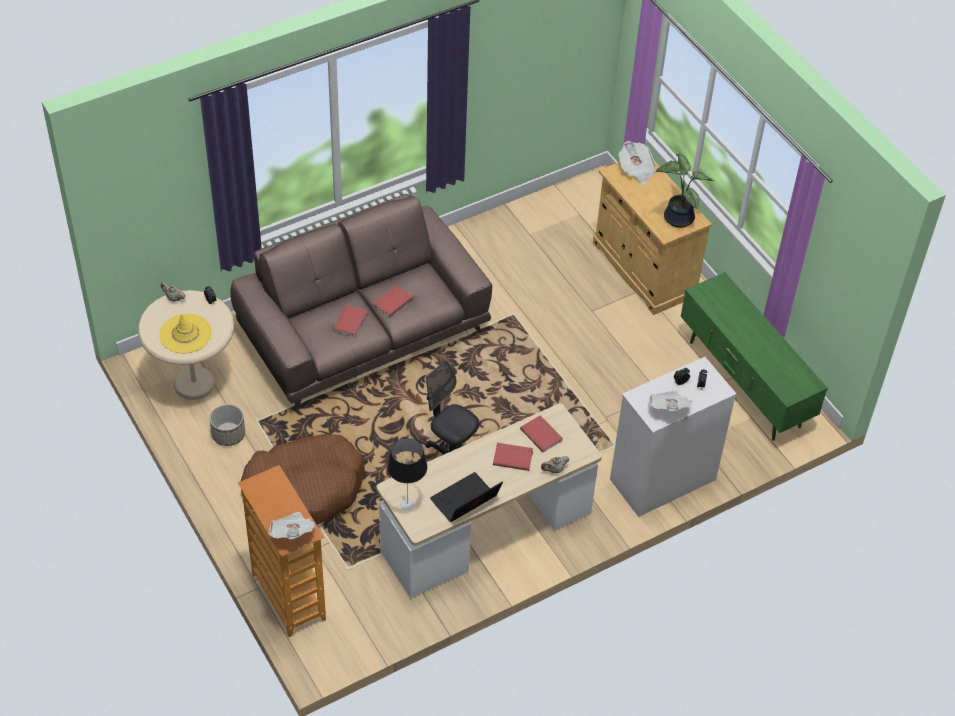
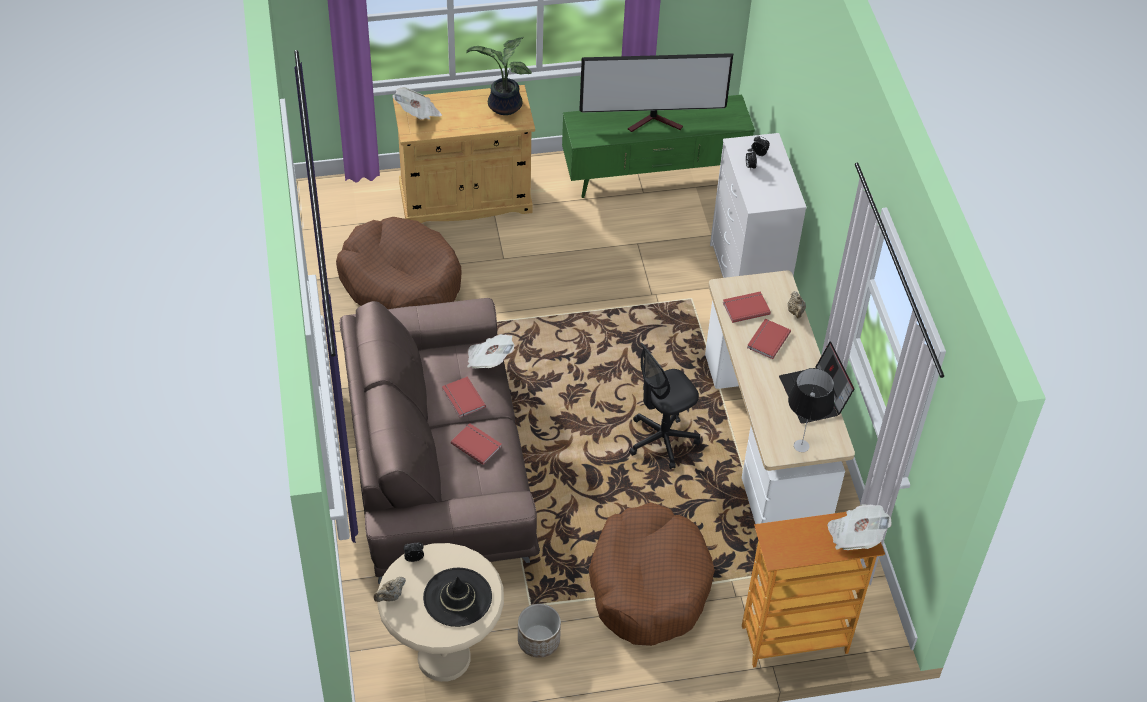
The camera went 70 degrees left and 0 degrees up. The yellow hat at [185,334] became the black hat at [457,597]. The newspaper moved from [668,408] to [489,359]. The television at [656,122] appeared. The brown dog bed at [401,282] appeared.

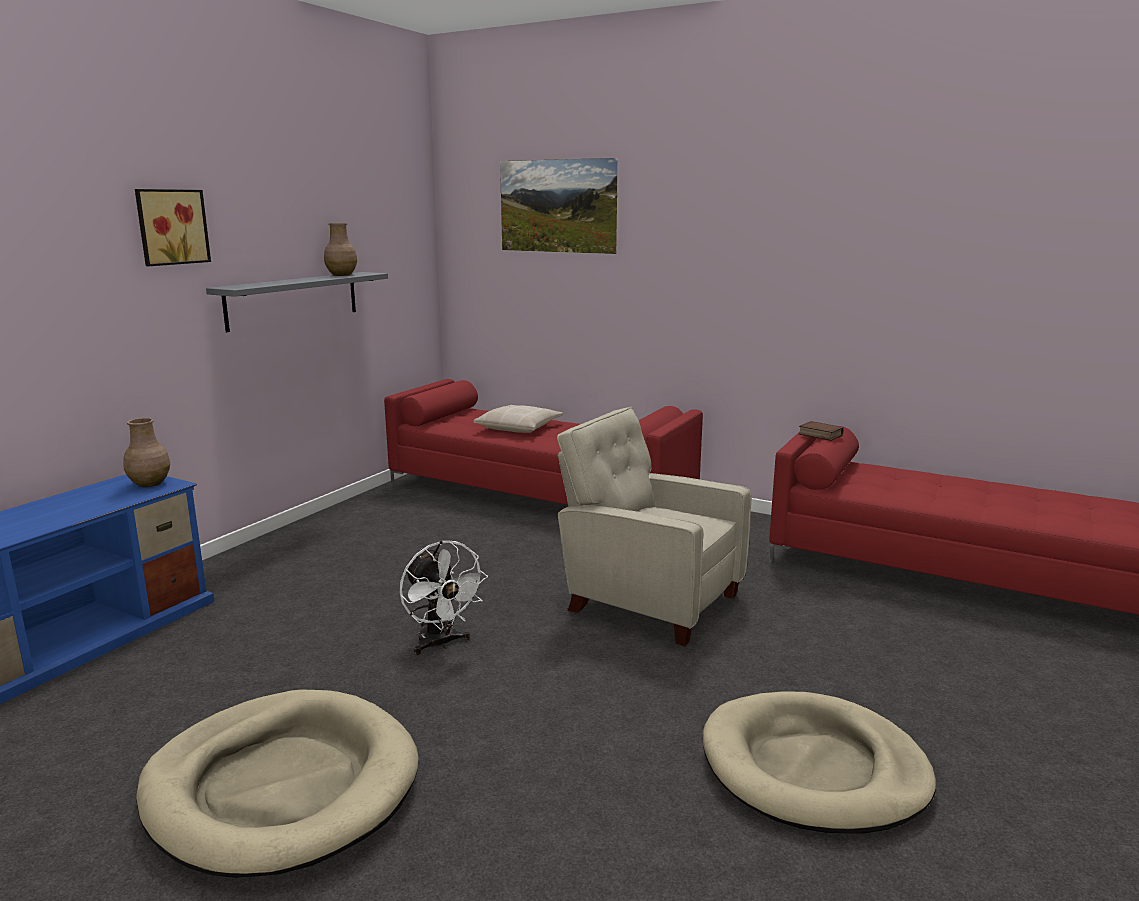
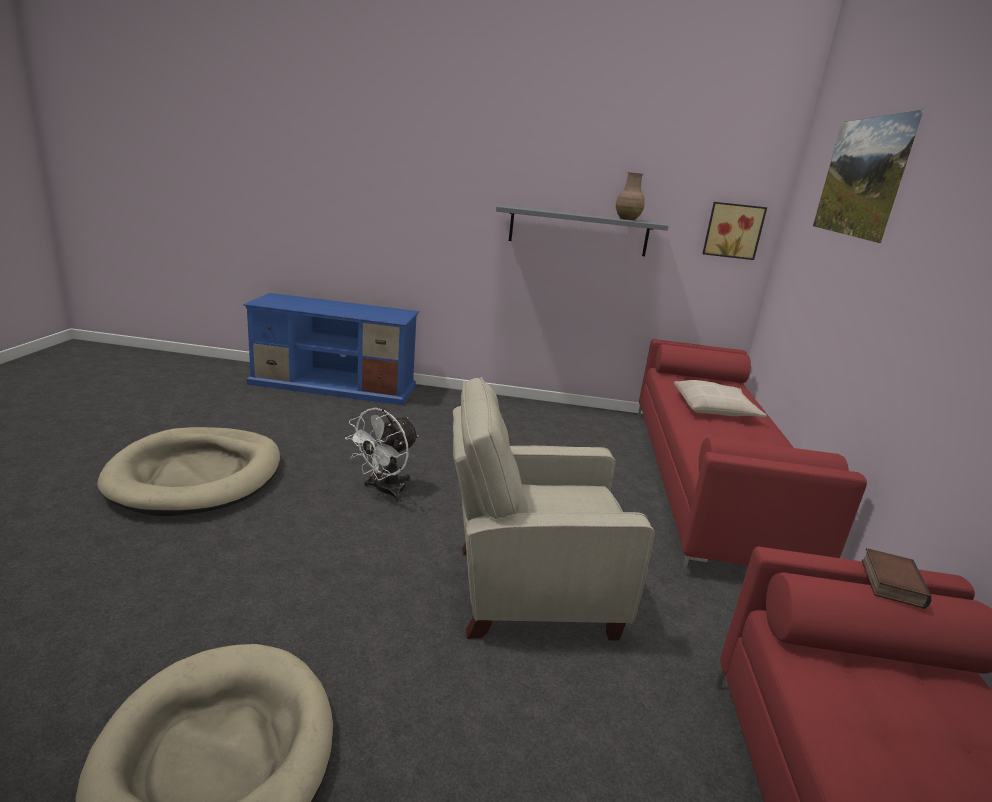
The camera went 65 degrees right and 5 degrees up. The picture moved from [171,227] to [733,230]. The beige armchair at [648,600] turned 105 degrees counterclockwise. The brown vase at [149,484] disappeared.

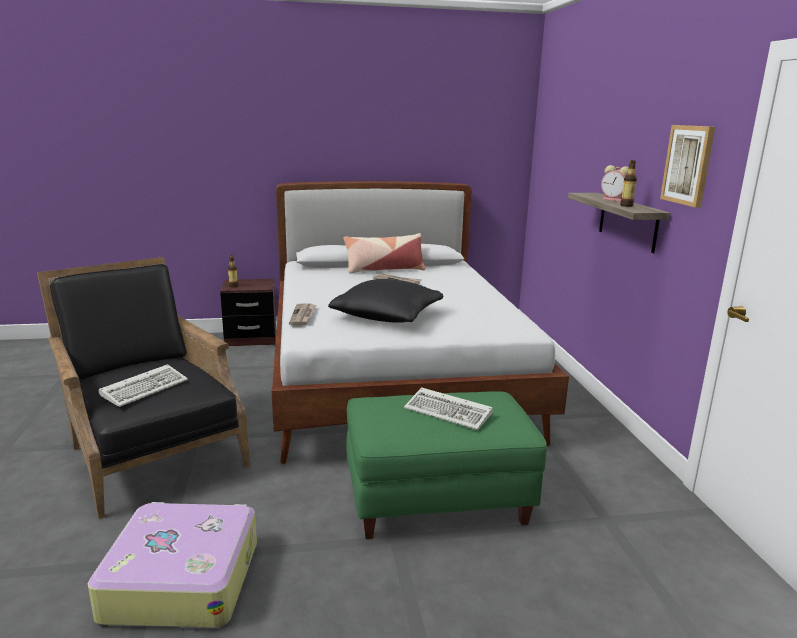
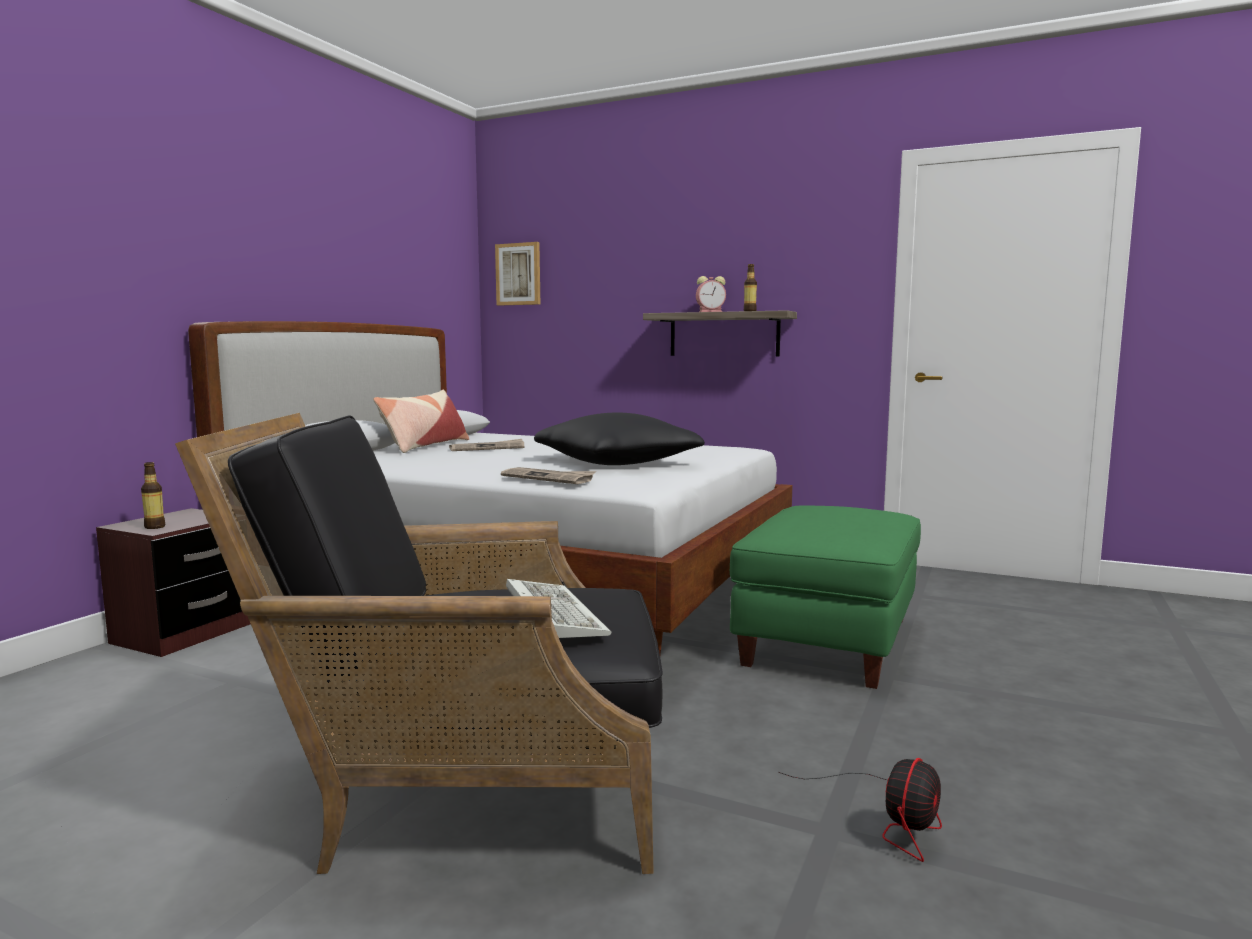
The camera went 55 degrees left and 10 degrees down. The picture moved from [688,165] to [518,274]. The keyboard at [450,412] disappeared. The suitcase at [182,579] was replaced by the fan at [891,818].

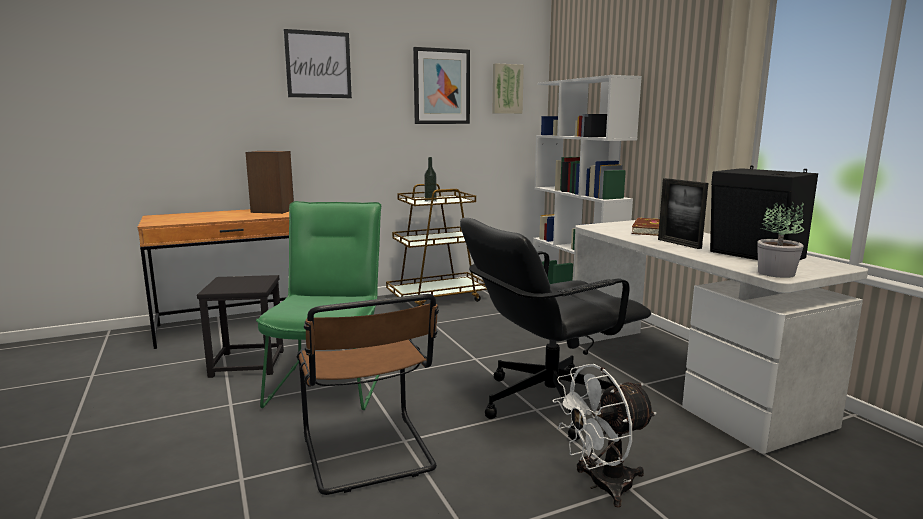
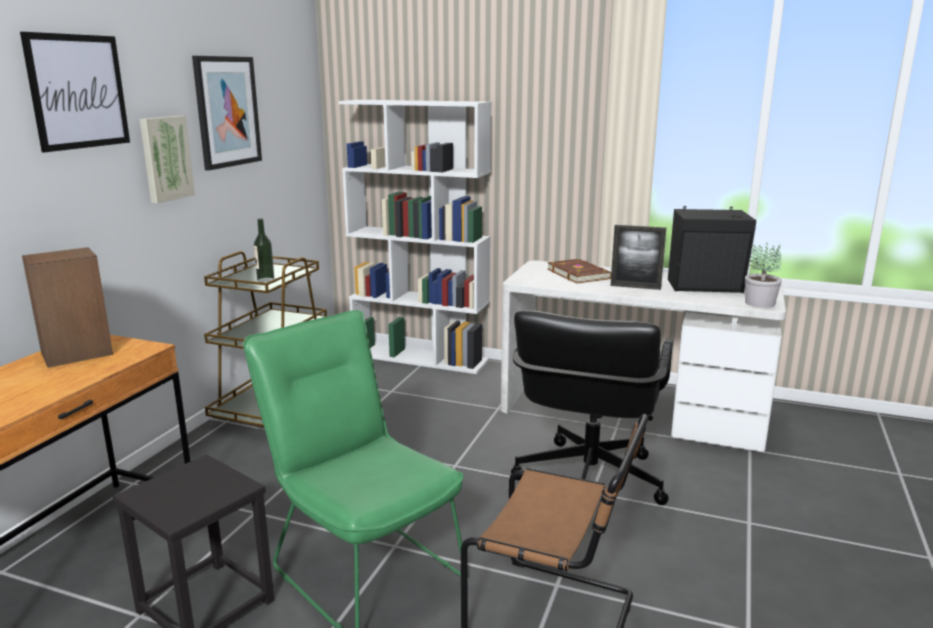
The camera went 45 degrees left and 5 degrees up. The picture moved from [506,89] to [165,158]. The white fan at [601,486] disappeared.

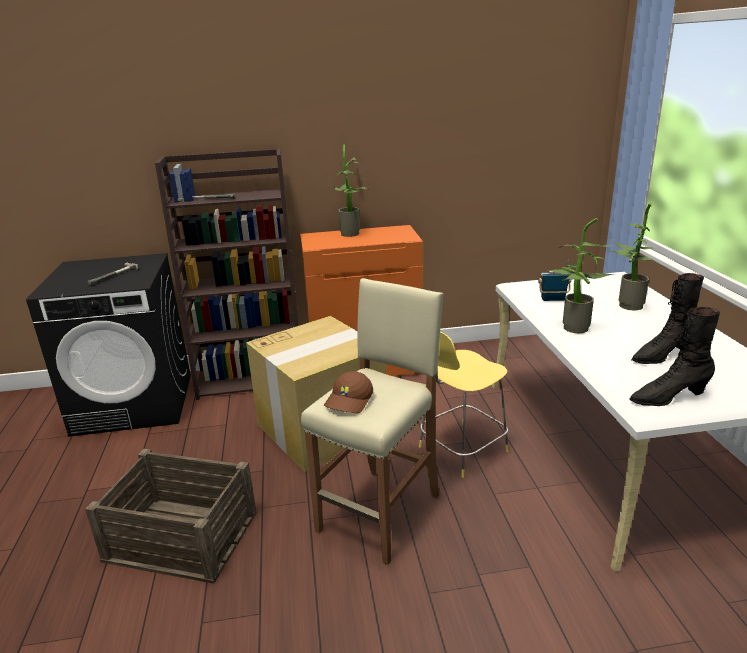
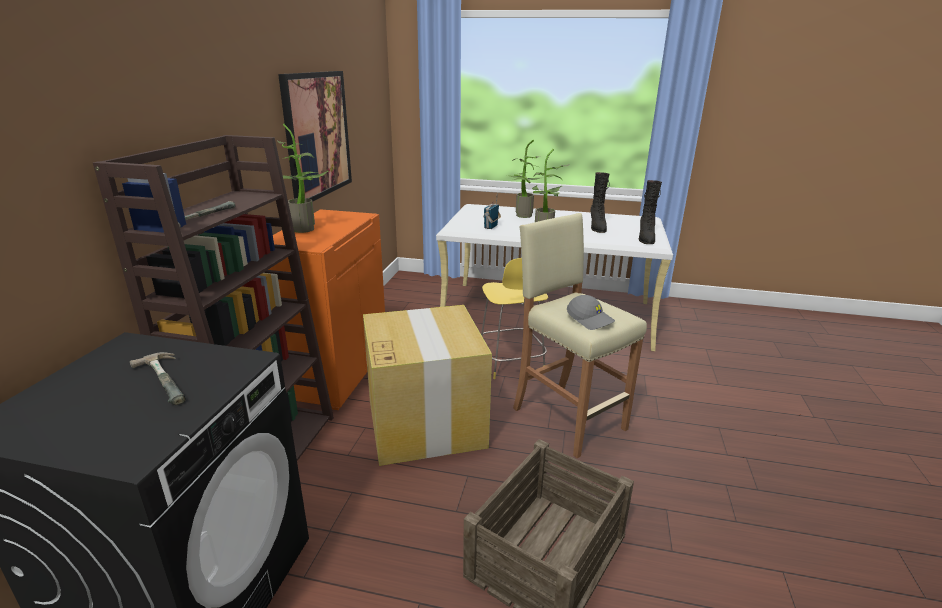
The camera went 70 degrees left and 0 degrees up. The brown cap at [350,401] became the grey cap at [590,319]. The picture at [317,135] appeared.

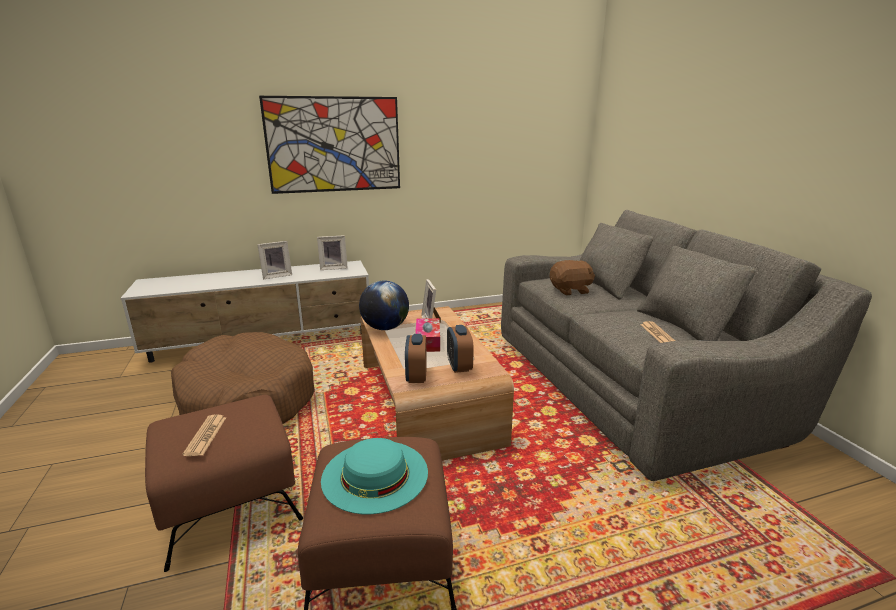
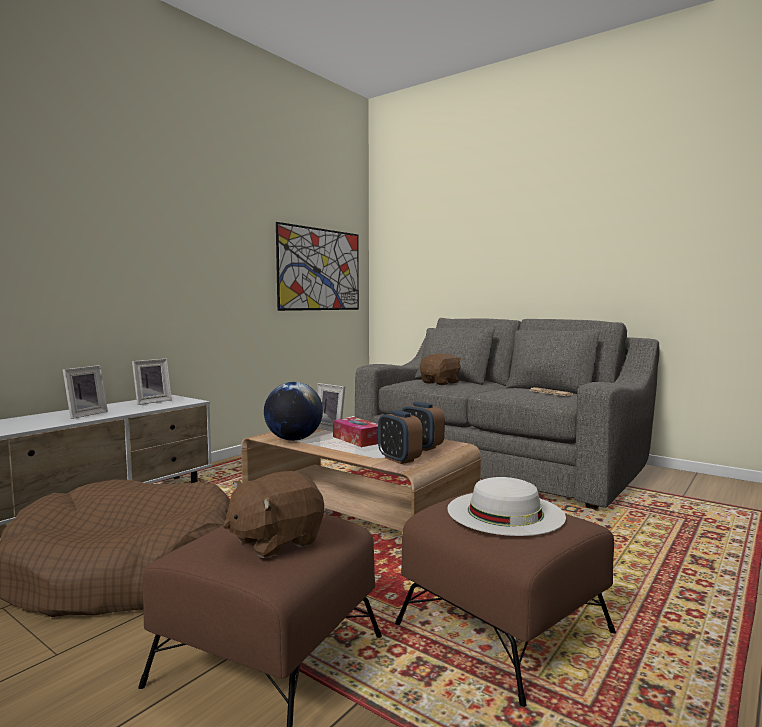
The camera went 35 degrees left and 15 degrees down. The picture moved from [334,145] to [320,269]. The newspaper at [205,436] was replaced by the brown plush toy at [275,541]. The turquoise hat at [375,475] became the white hat at [505,512].

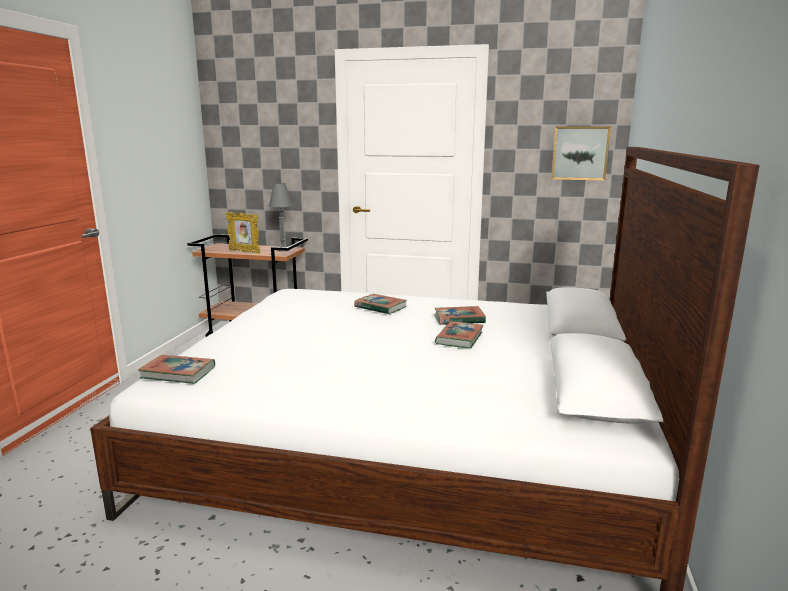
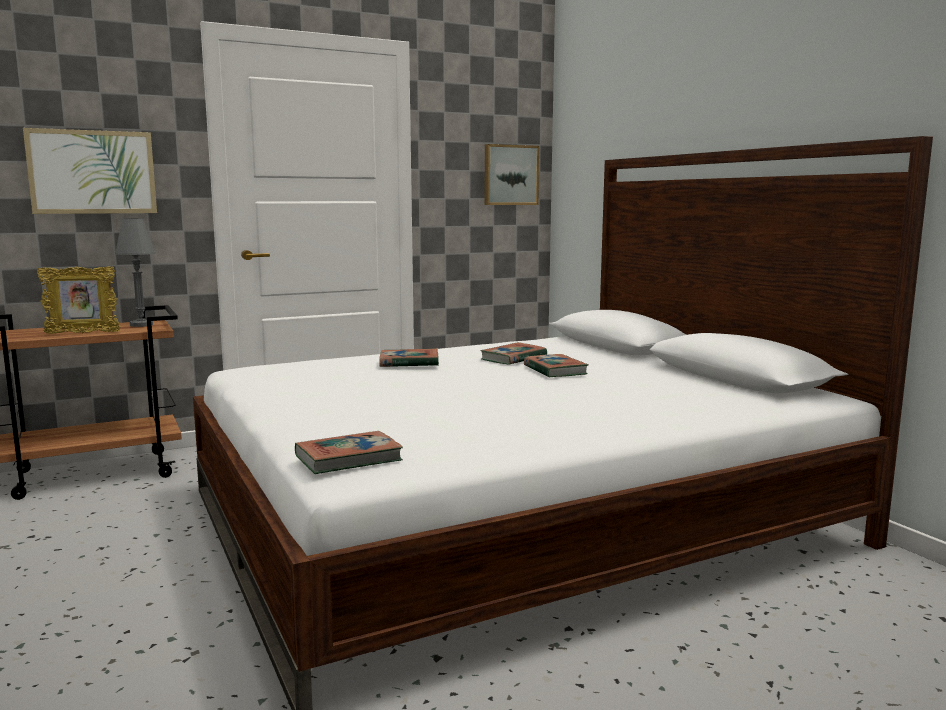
The camera went 40 degrees left and 5 degrees down. The picture at [92,172] appeared.

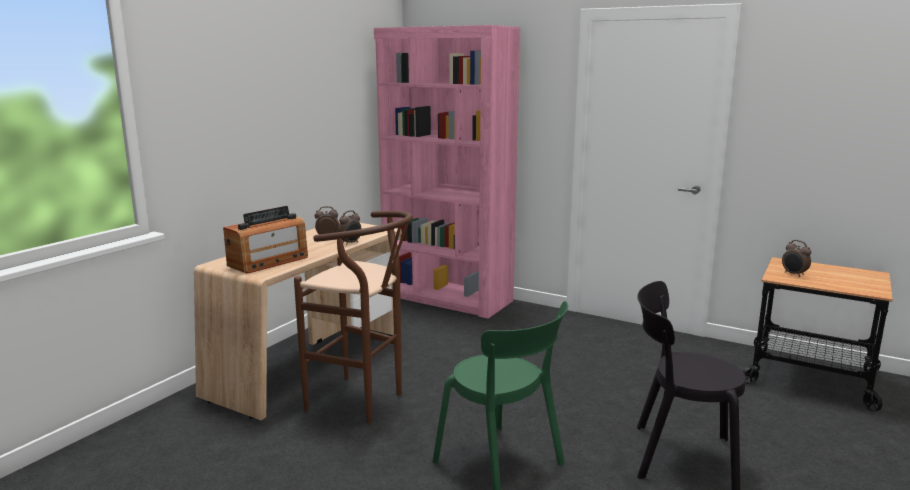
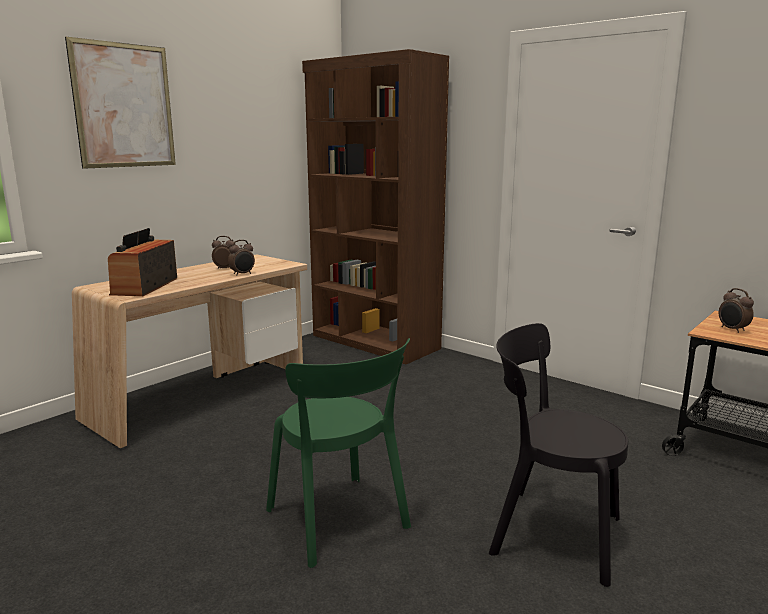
The camera went 10 degrees right and 0 degrees up. The pink bookcase at [447,298] became the brown bookcase at [374,342]. The radio at [268,261] turned 135 degrees clockwise. The brown stool at [363,403] disappeared. The picture at [124,106] appeared.

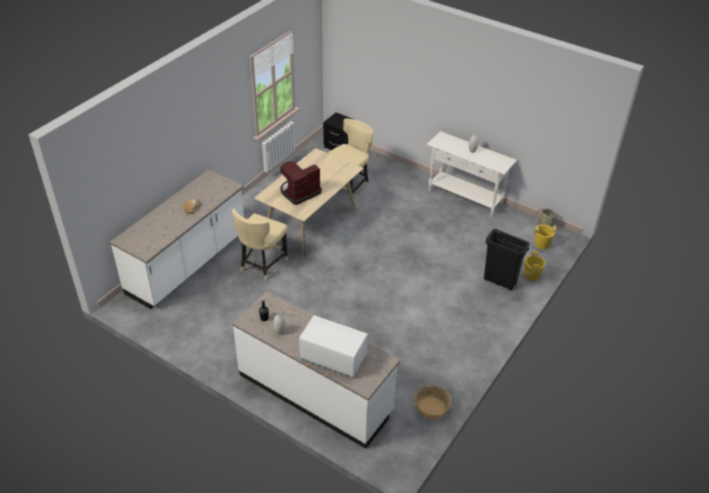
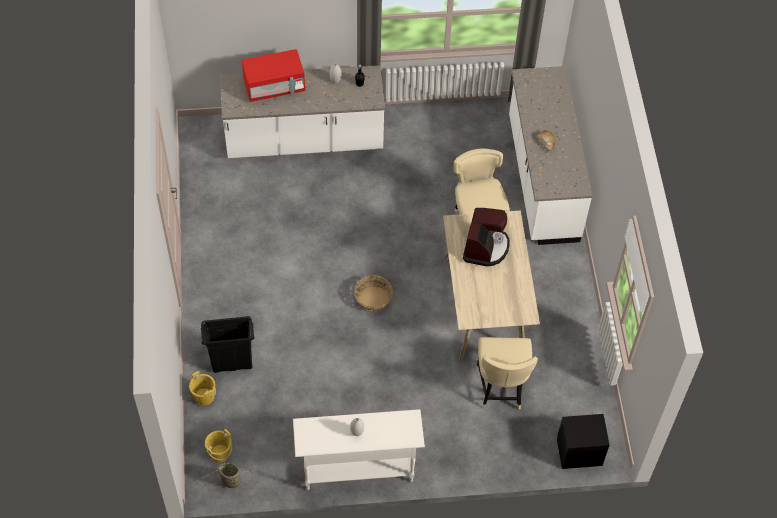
The camera went 140 degrees right and 15 degrees up. The white microwave at [333,357] became the red microwave at [274,87]. The basket moved from [431,408] to [373,299].

